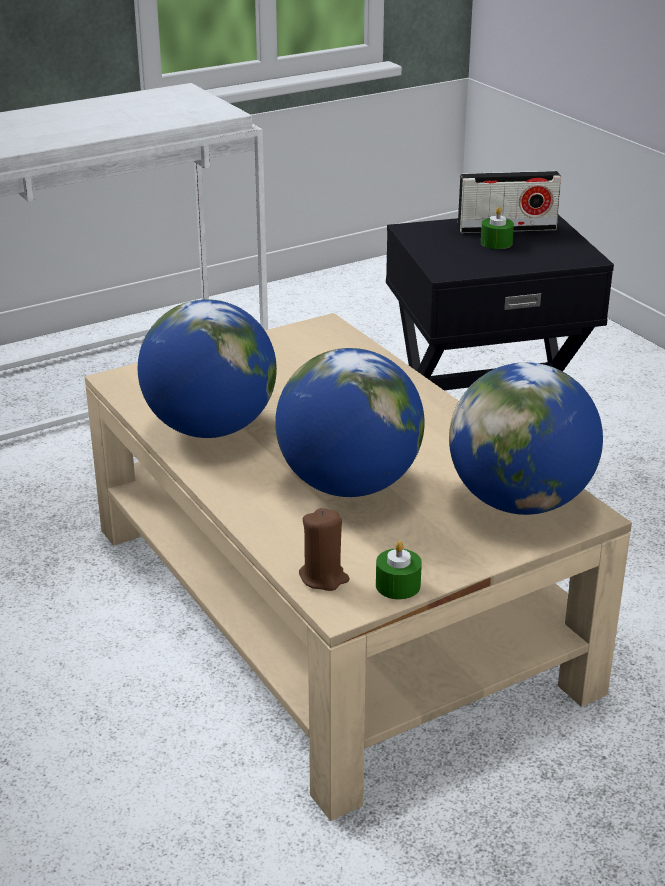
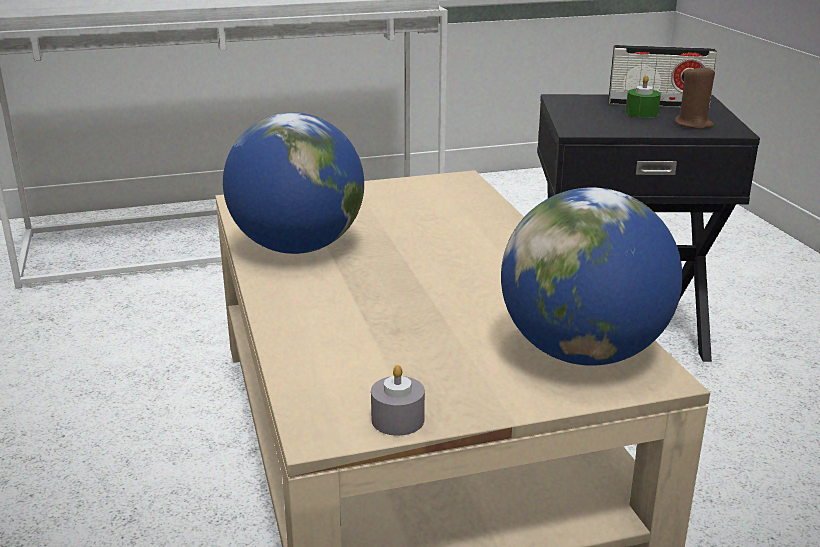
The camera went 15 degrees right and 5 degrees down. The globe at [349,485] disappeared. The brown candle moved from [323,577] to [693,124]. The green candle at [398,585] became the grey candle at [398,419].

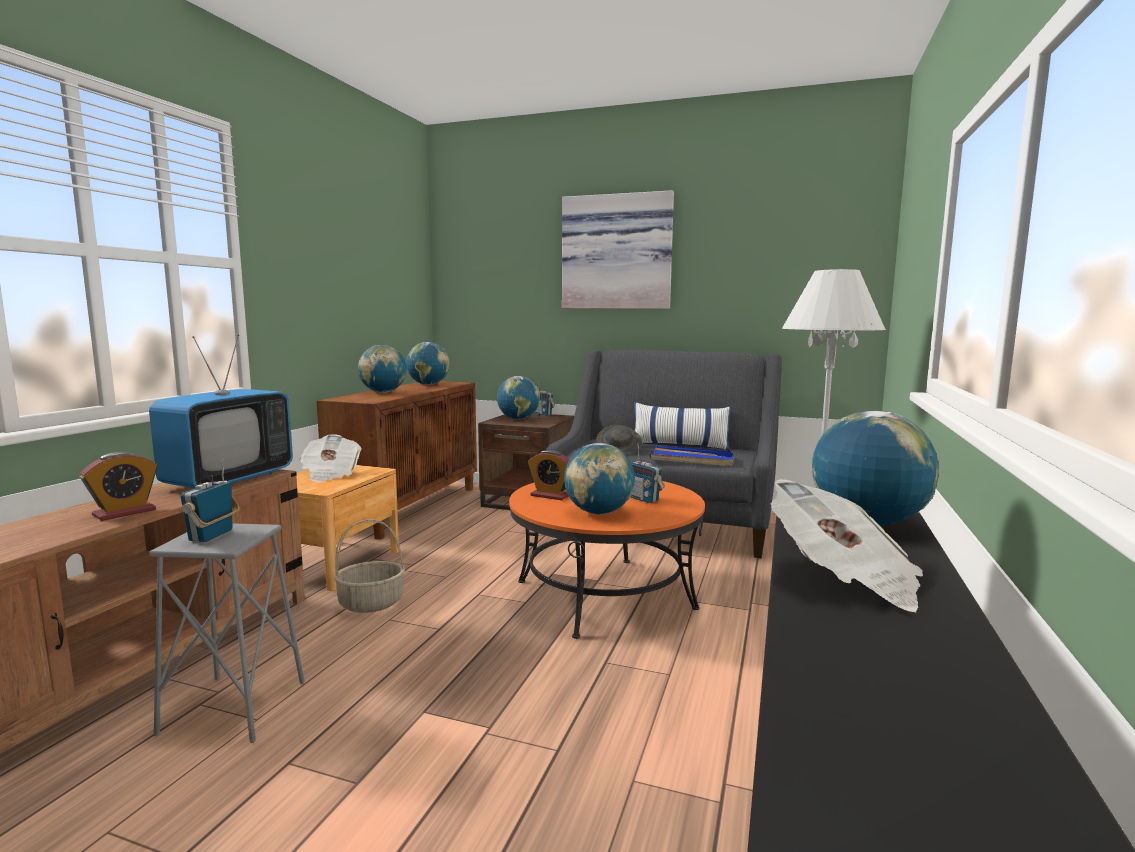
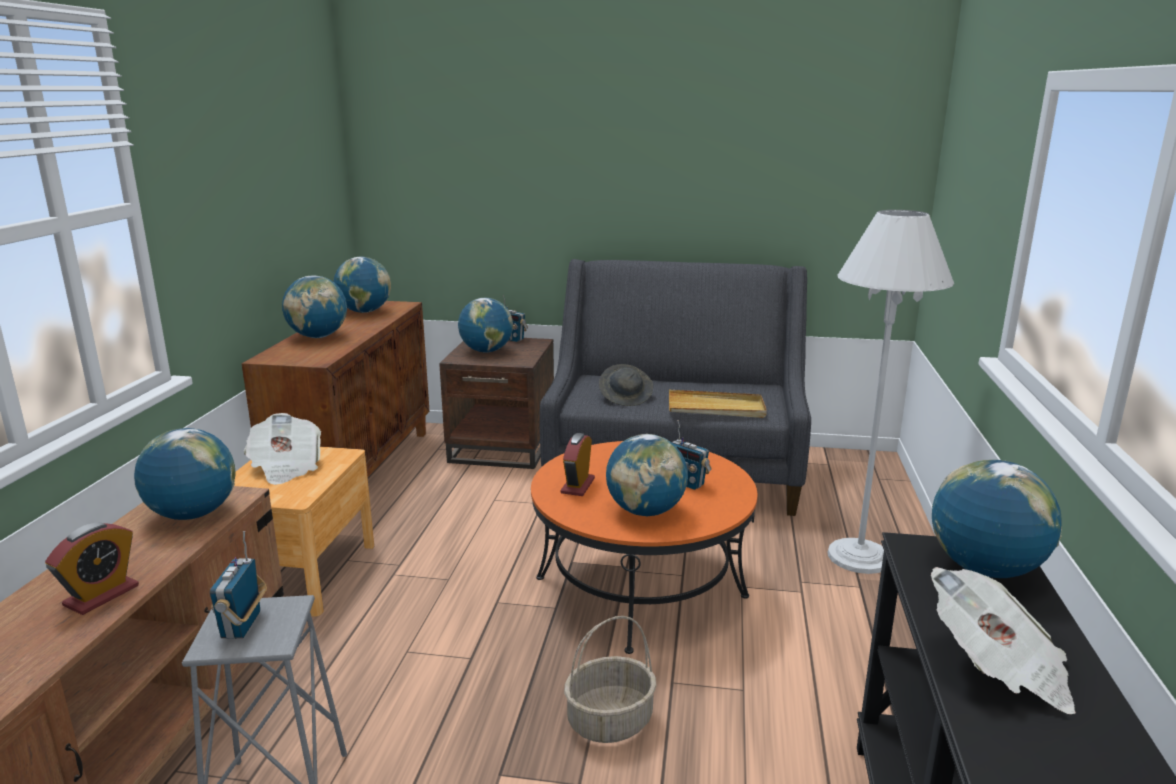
The camera went 10 degrees left and 10 degrees up. The picture at [617,252] disappeared. The television at [229,479] was replaced by the globe at [193,514]. The pillow at [679,446] disappeared. The blue tray at [692,459] became the beige tray at [716,408]. The alarm clock at [550,495] turned 90 degrees clockwise. The basket moved from [370,604] to [609,722].

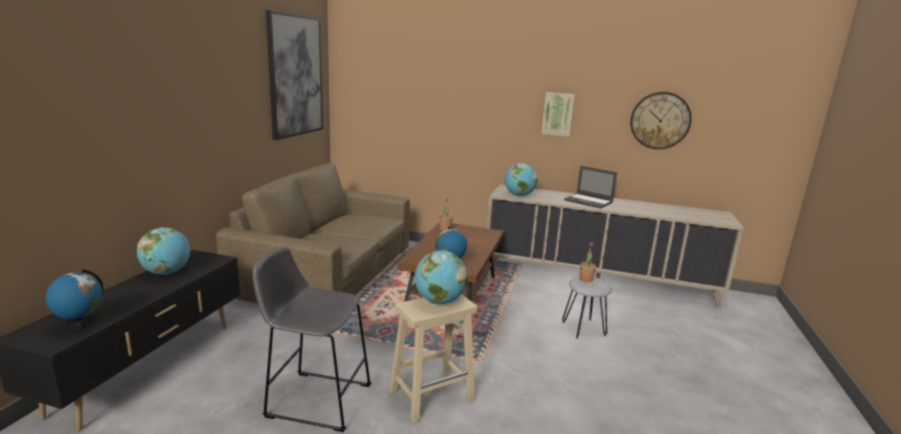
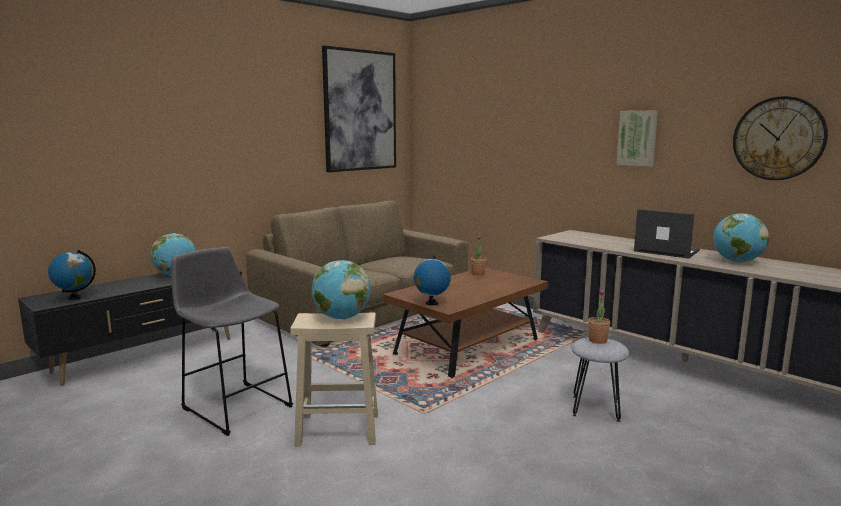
The camera went 30 degrees right and 5 degrees down. The globe moved from [519,195] to [737,262]. The laptop at [589,201] turned 150 degrees clockwise.

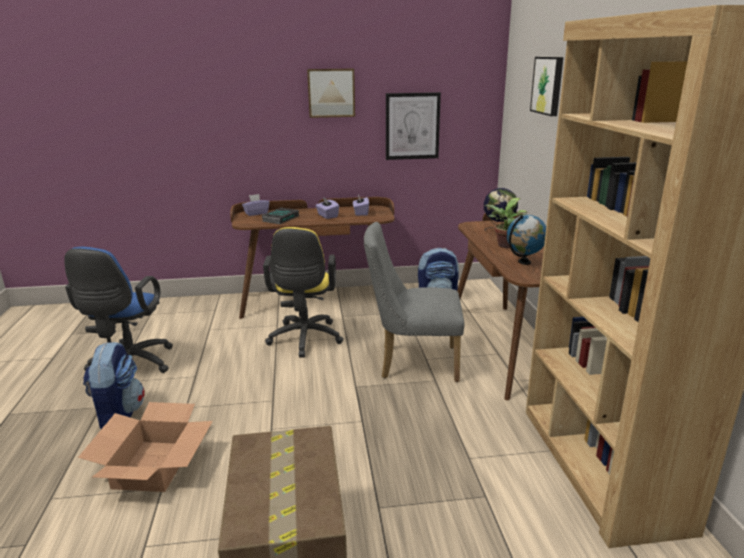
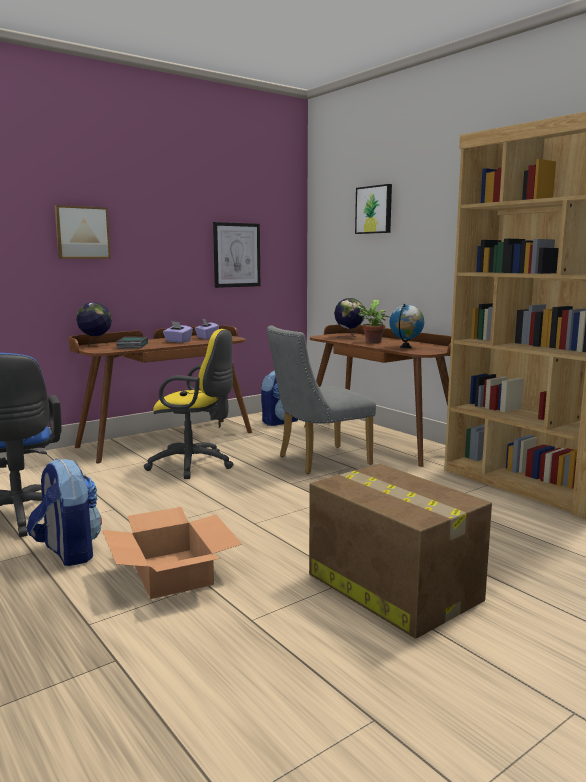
The camera went 30 degrees left and 10 degrees down. The picture moved from [331,93] to [82,232]. The purple tissue box at [256,213] was replaced by the globe at [95,345]. The yellow office chair at [304,340] turned 45 degrees counterclockwise.

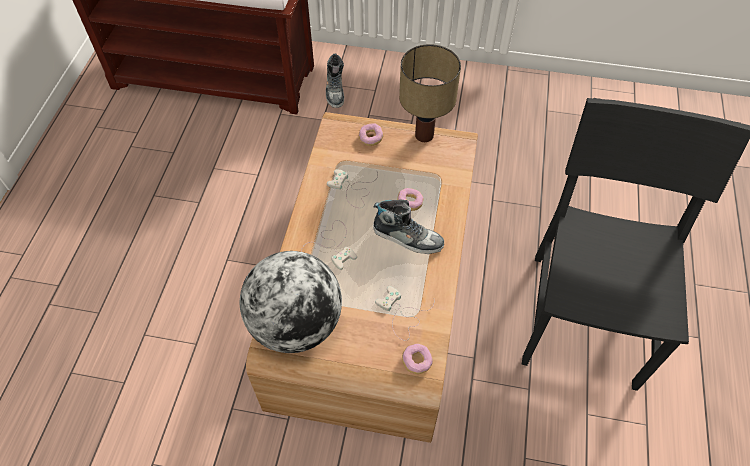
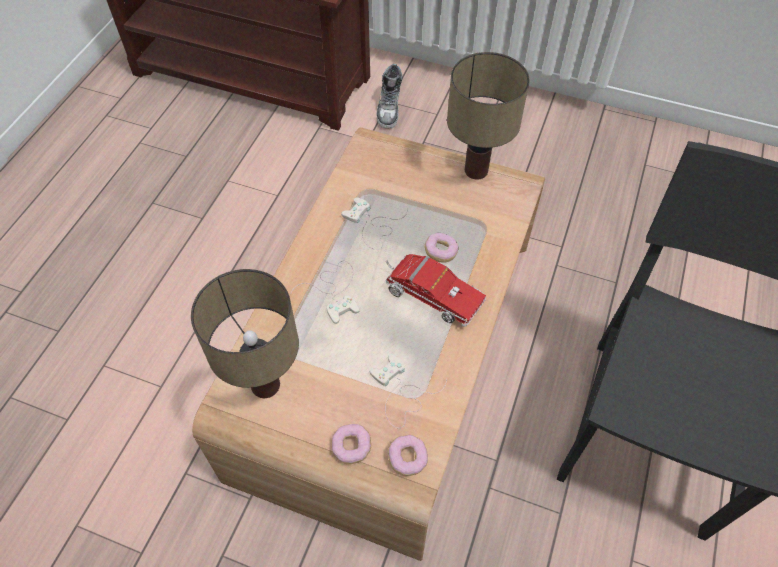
The camera went 10 degrees right and 0 degrees up. The donut moved from [371,138] to [351,447]. The shoe at [407,237] was replaced by the toy truck at [429,295]. The globe at [296,324] was replaced by the table lamp at [264,384].

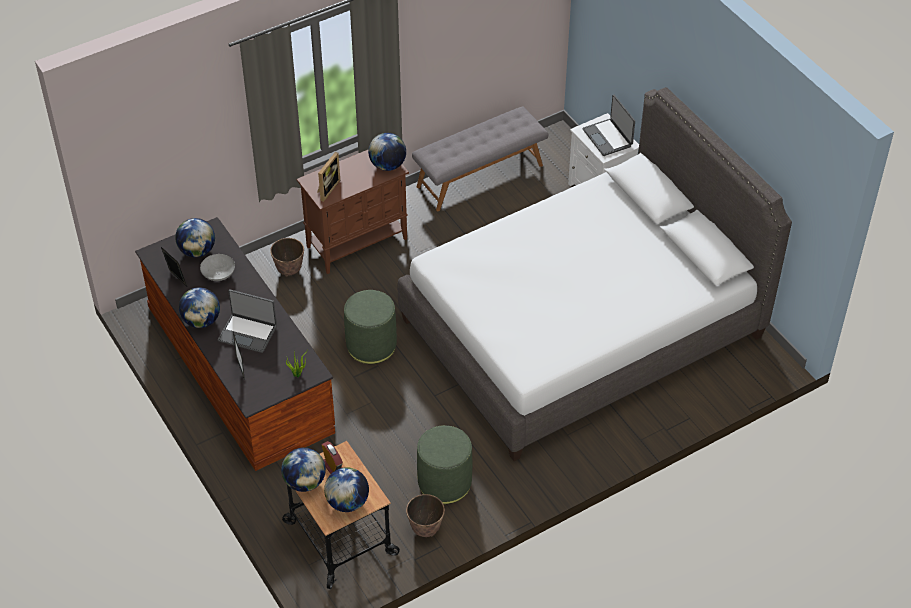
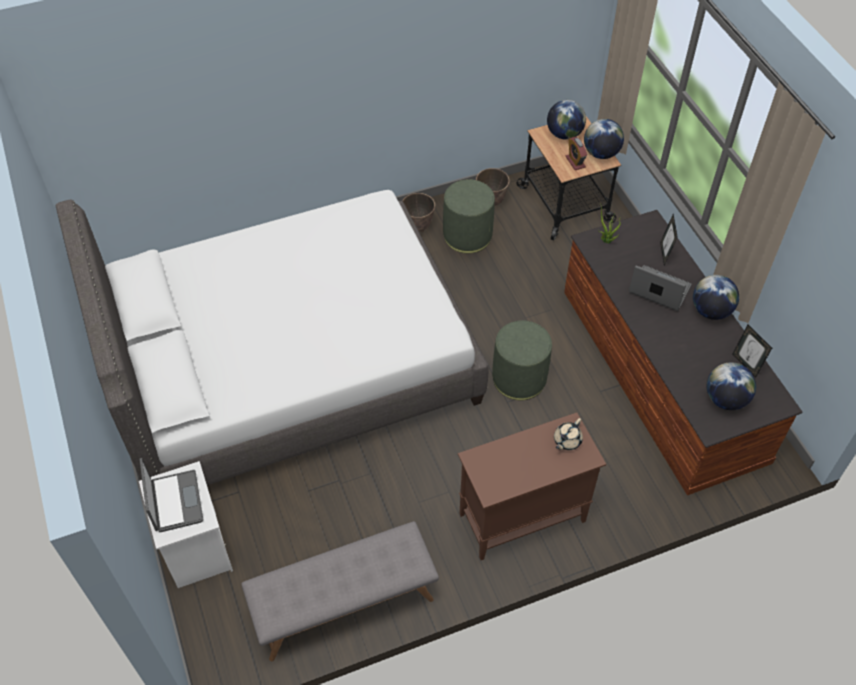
The camera went 170 degrees left and 5 degrees up. The globe at [387,165] disappeared. The picture frame at [327,189] was replaced by the beige teapot at [566,441]. The planter moved from [289,271] to [418,226]. The grey bowl at [218,275] disappeared.

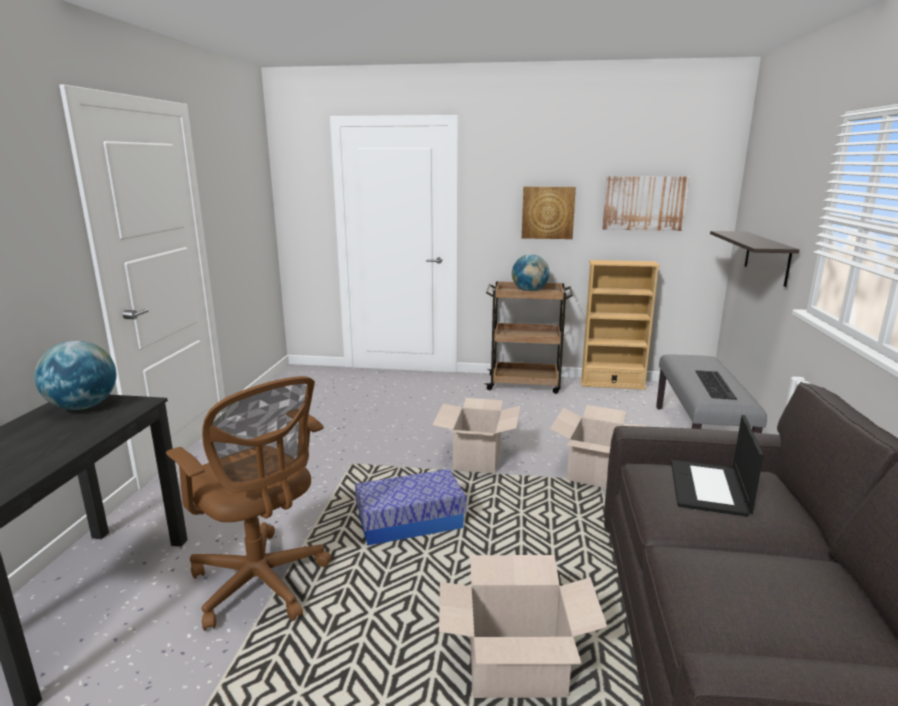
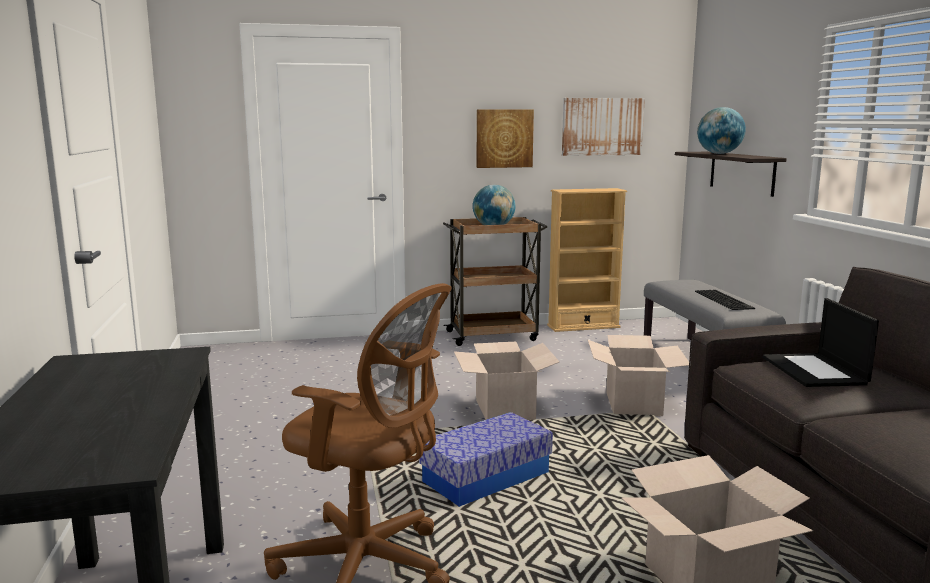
The camera went 20 degrees left and 5 degrees down. The globe moved from [83,407] to [719,153].

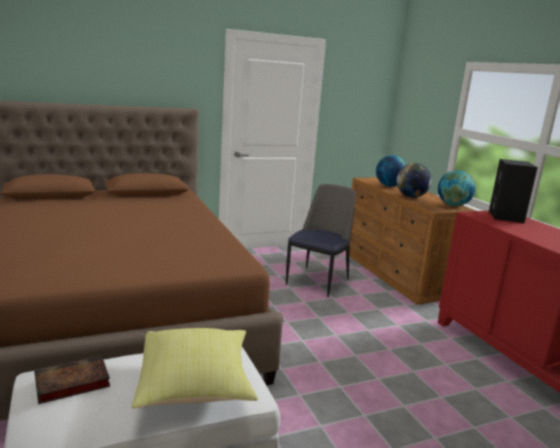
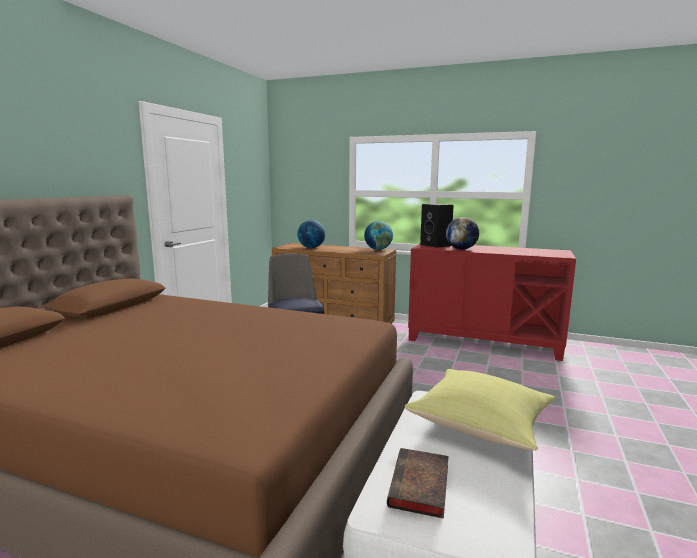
The camera went 45 degrees left and 5 degrees down. The globe moved from [411,196] to [461,249].

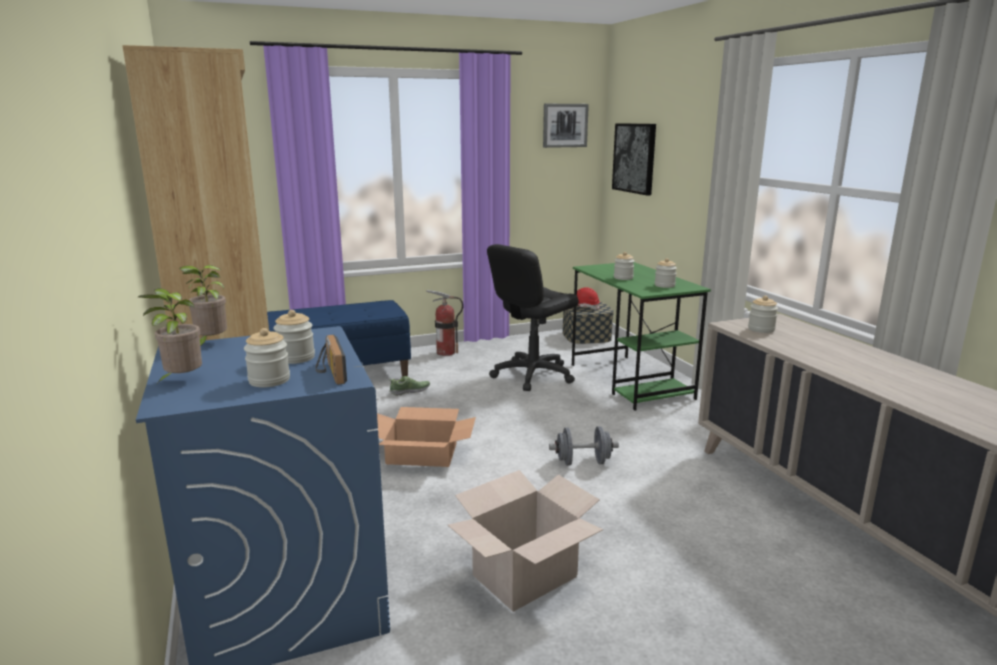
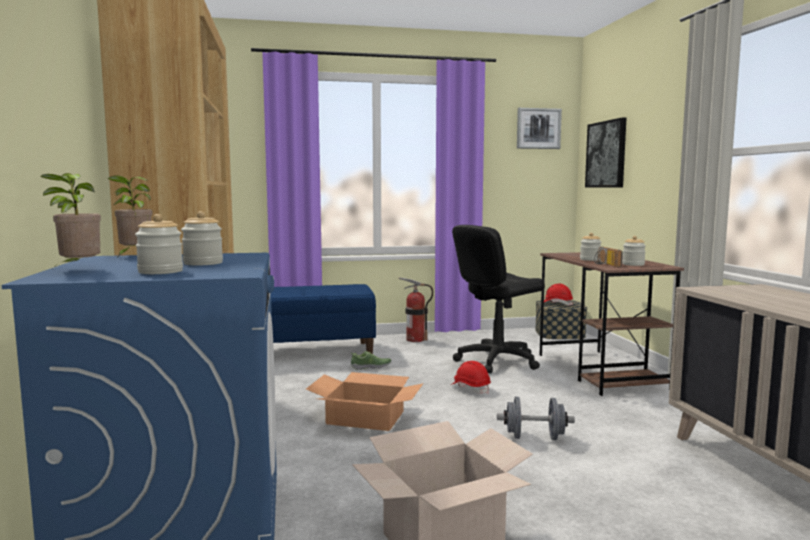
The camera went 10 degrees right and 10 degrees down. The green desk at [630,381] became the brown desk at [600,371]. The jar at [761,329] disappeared. The radio moved from [329,372] to [605,264]. The red hard hat at [470,388] appeared.

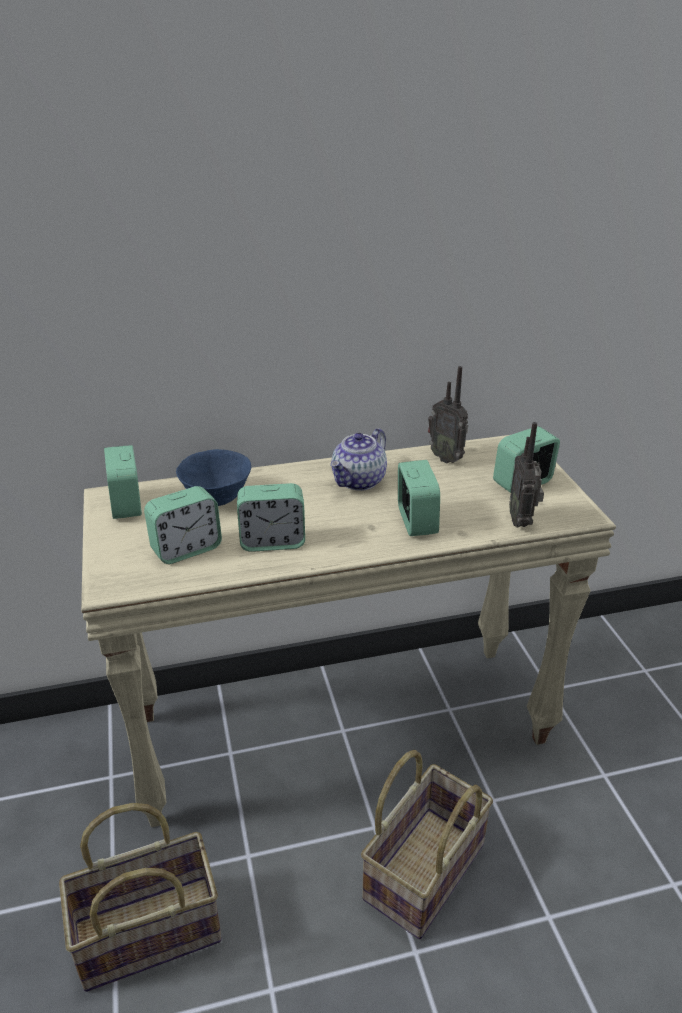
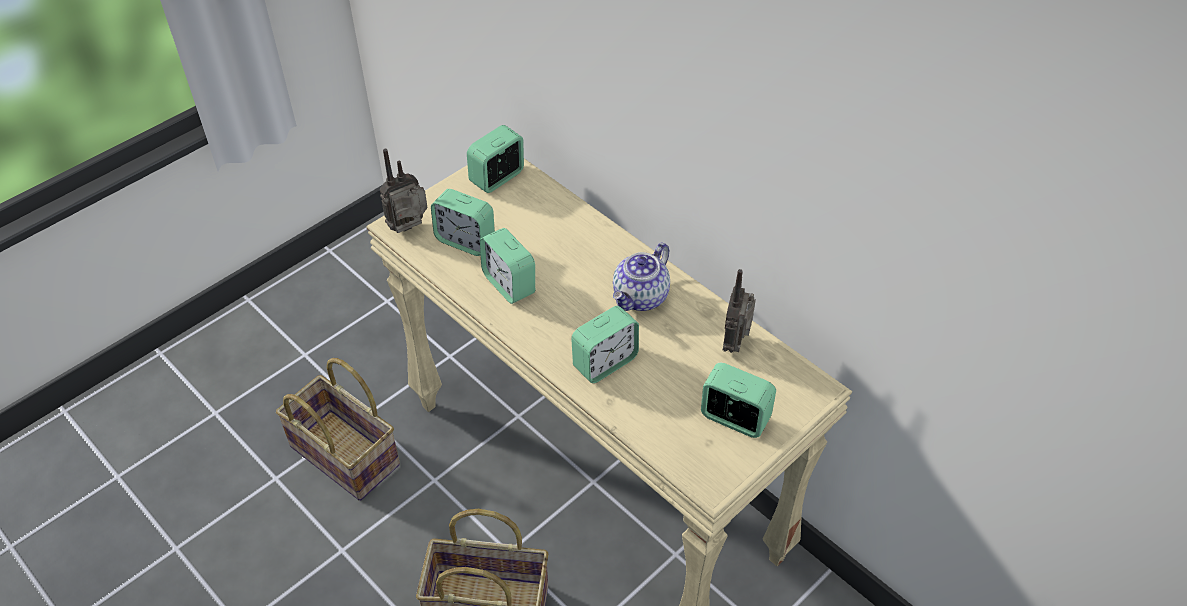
The camera went 60 degrees right and 15 degrees up. The radio moved from [522,521] to [410,230]. The teapot at [359,481] turned 60 degrees counterclockwise. The blue bowl at [217,499] disappeared.

